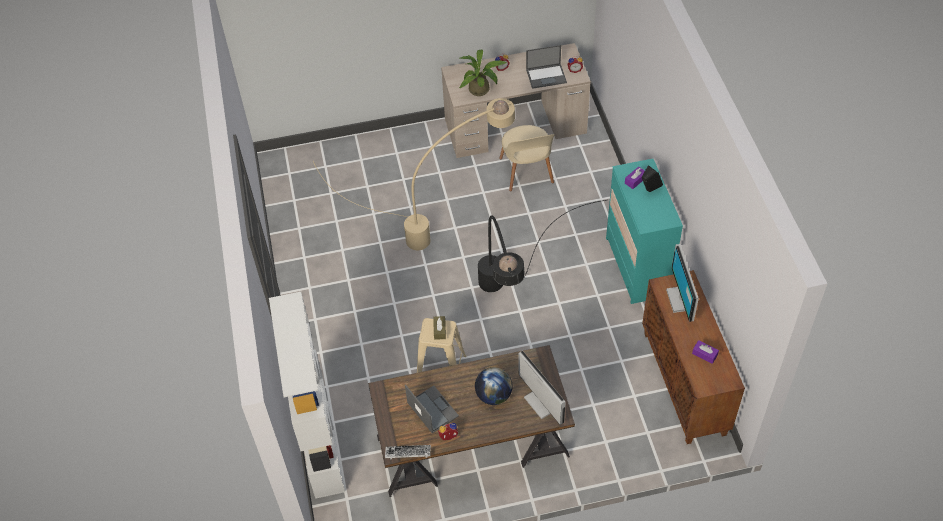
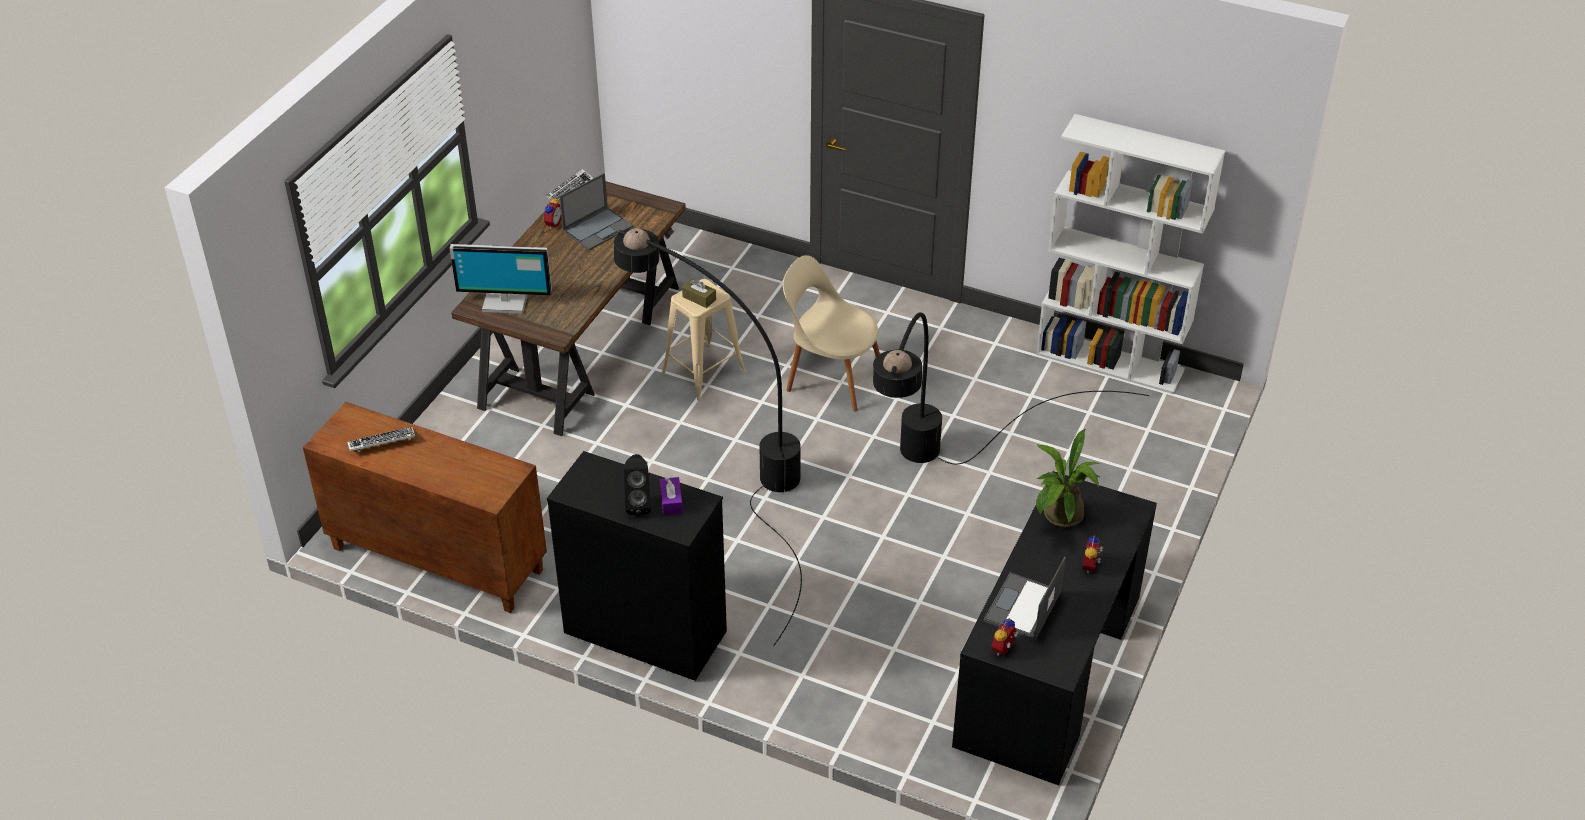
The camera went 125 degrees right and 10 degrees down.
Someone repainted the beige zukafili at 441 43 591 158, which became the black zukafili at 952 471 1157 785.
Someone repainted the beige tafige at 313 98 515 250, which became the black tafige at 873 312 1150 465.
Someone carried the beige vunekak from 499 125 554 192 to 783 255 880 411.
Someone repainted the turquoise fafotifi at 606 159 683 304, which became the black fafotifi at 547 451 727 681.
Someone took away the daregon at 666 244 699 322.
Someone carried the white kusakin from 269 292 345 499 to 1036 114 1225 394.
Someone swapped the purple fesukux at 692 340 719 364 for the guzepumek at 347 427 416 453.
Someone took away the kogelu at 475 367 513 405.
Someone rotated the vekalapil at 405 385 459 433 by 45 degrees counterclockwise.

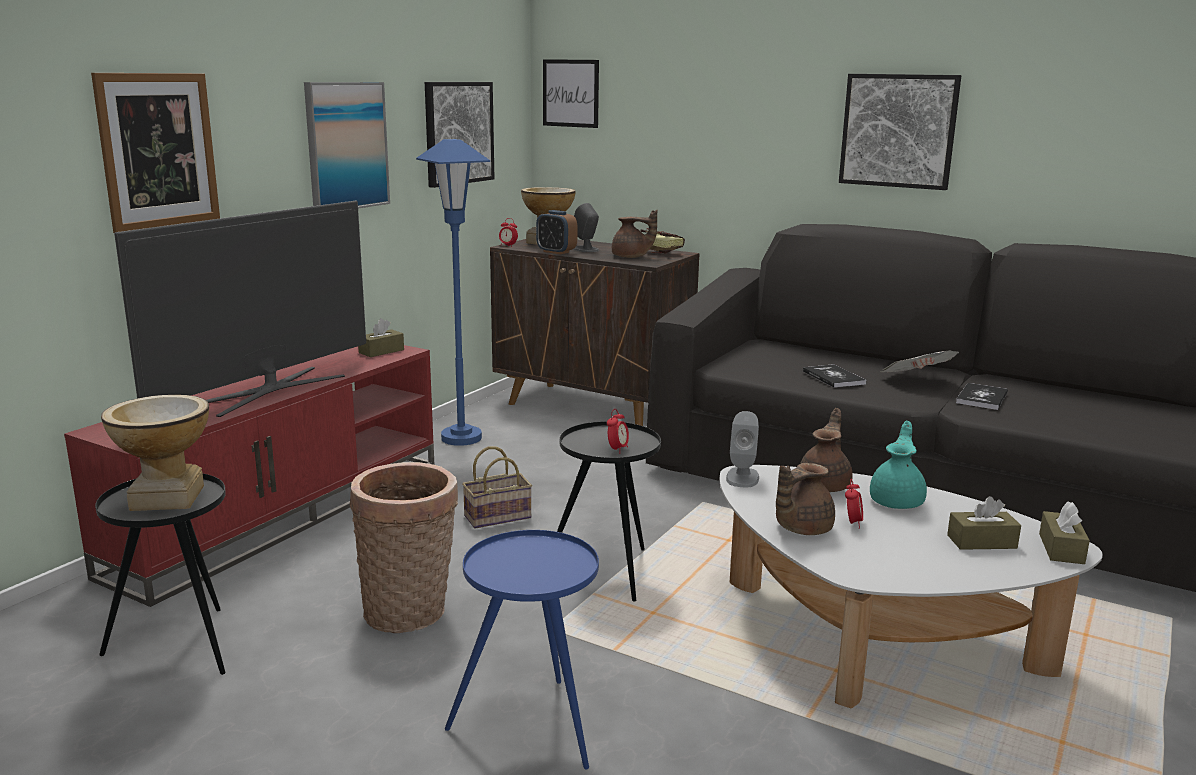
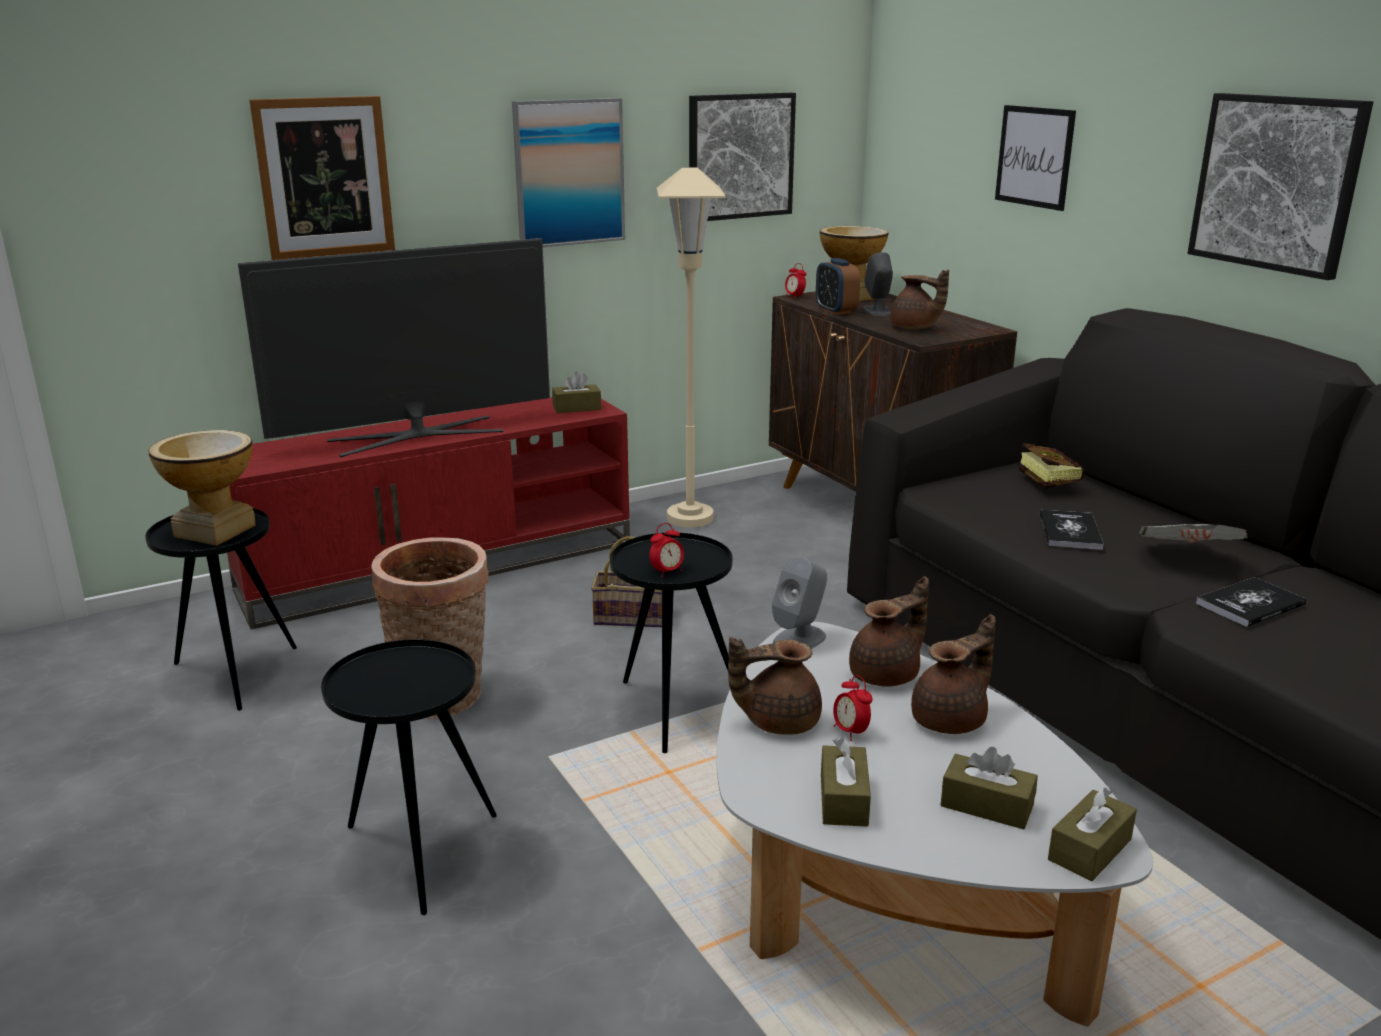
The camera went 30 degrees right and 5 degrees up.
Someone carried the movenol from 543 59 599 128 to 995 105 1076 211.
Someone repainted the blue tafige at 416 139 490 446, which became the beige tafige at 657 168 726 527.
Someone carried the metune from 641 228 685 254 to 1019 443 1085 489.
Someone repainted the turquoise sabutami at 870 421 927 509, which became the brown sabutami at 911 614 996 734.
Someone rotated the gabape at 845 479 863 528 by 105 degrees clockwise.
Someone repainted the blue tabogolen at 445 530 599 770, which became the black tabogolen at 321 639 497 915.
Someone put down the brown fesukux at 821 738 871 827.

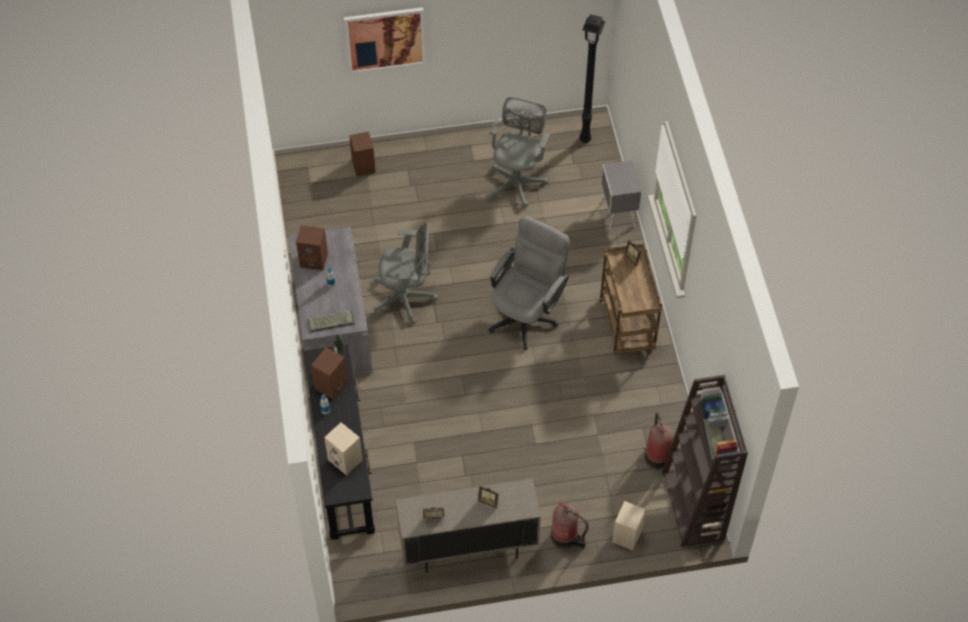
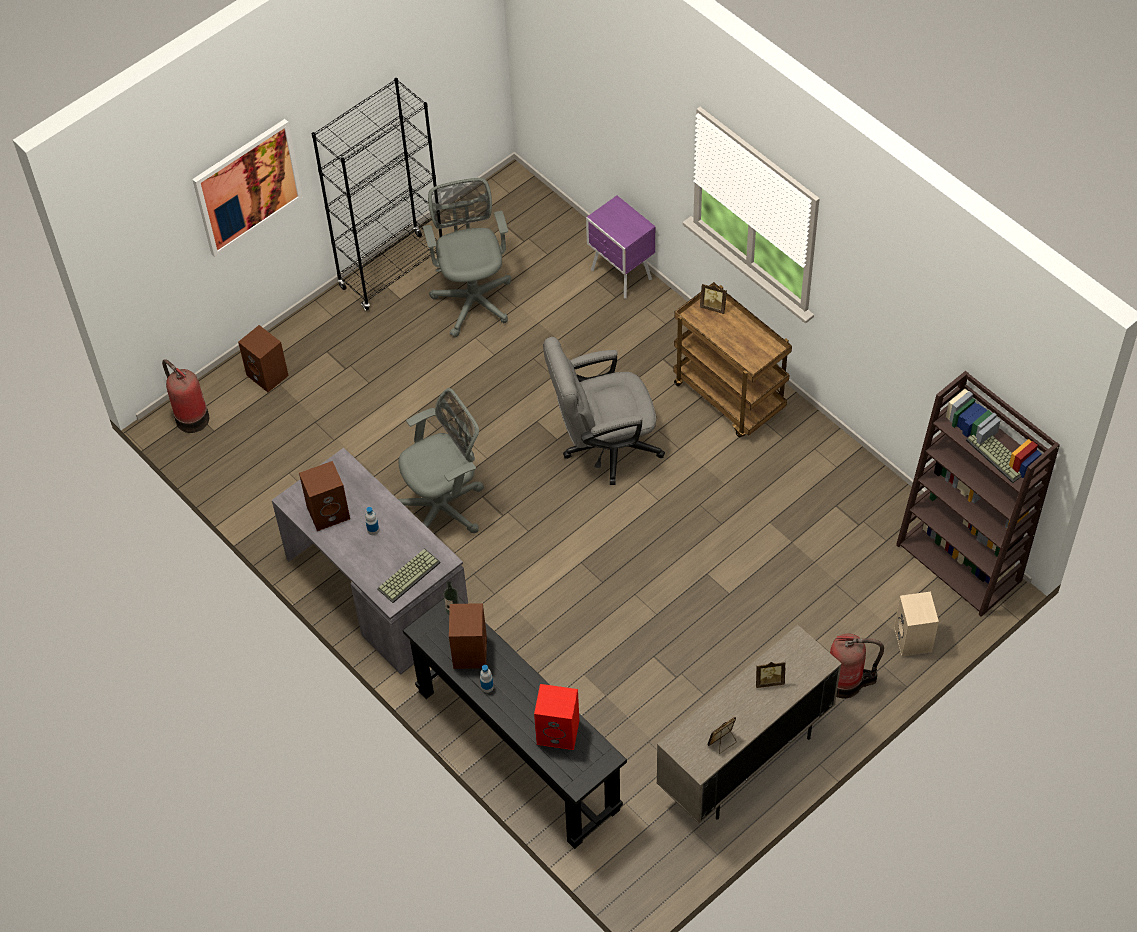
The camera went 30 degrees left and 0 degrees up.
Someone took away the black tafige at 579 14 606 143.
Someone repainted the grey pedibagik at 601 160 641 231, which became the purple pedibagik at 586 195 656 299.
Someone rotated the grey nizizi at 489 216 570 350 by 105 degrees counterclockwise.
Someone carried the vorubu from 645 412 674 470 to 162 359 209 433.
Someone repainted the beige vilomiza at 324 422 363 475, which became the red vilomiza at 534 684 580 750.
Someone put down the black kusakin at 312 78 442 310.

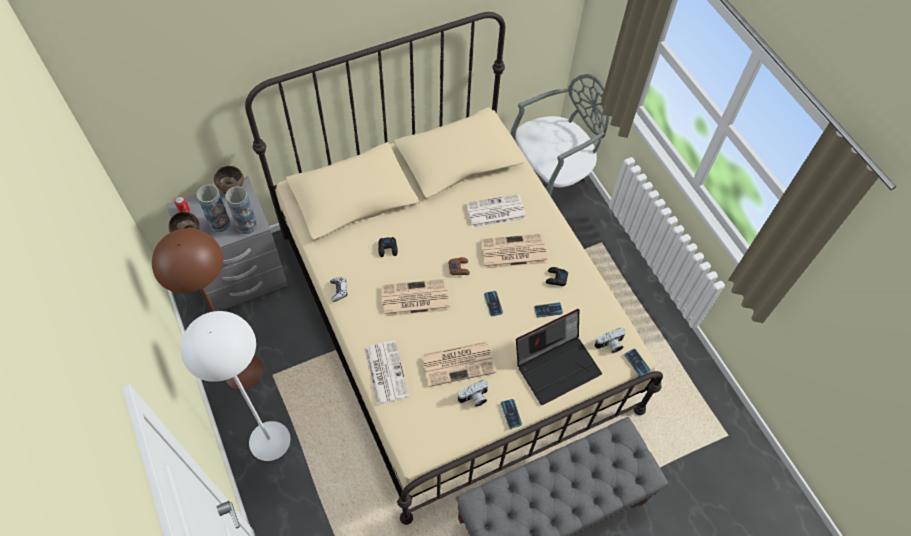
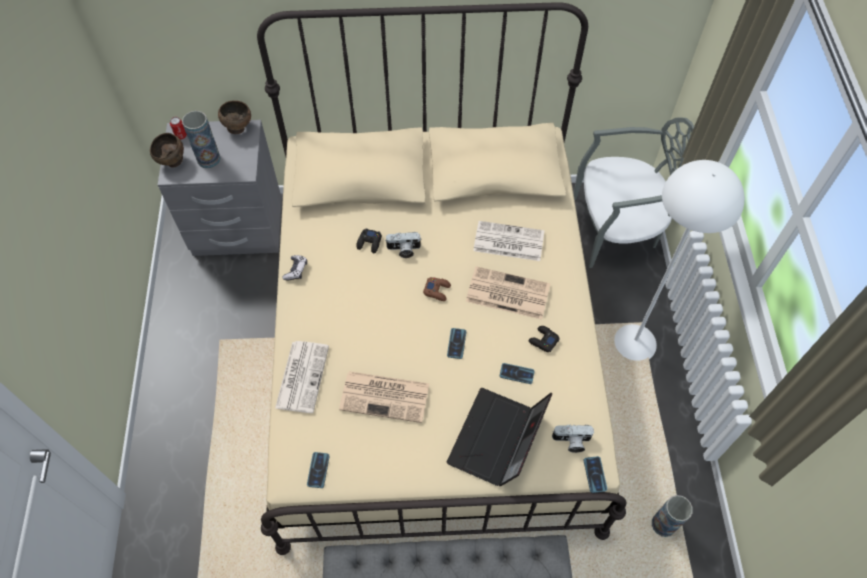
The camera went 25 degrees right and 0 degrees up.
Someone carried the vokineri from 225 186 257 234 to 652 495 693 537.
Someone took away the brown tafige at 152 228 264 390.
Someone took away the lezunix at 381 279 450 317.
Someone rotated the vekalapil at 516 309 602 405 by 120 degrees clockwise.
Someone carried the white tafige from 181 311 291 461 to 614 160 745 361.
Someone carried the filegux from 457 380 488 407 to 386 232 422 258.
Someone carried the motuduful from 501 399 522 429 to 307 452 330 488.

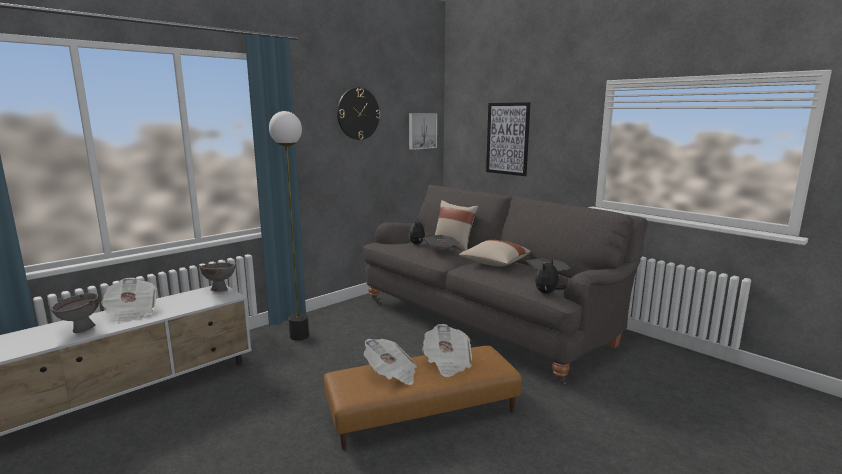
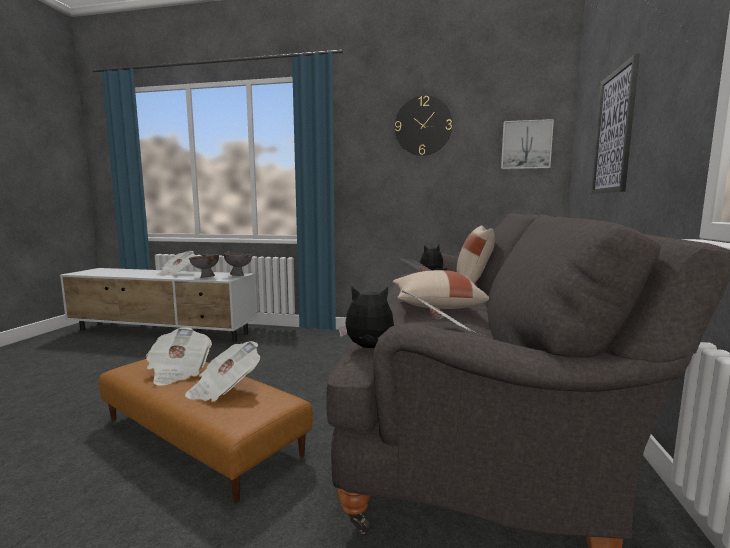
The camera went 55 degrees right and 5 degrees down.
Someone took away the tafige at 269 111 309 341.
Someone carried the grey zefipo from 51 293 99 333 to 189 254 219 278.

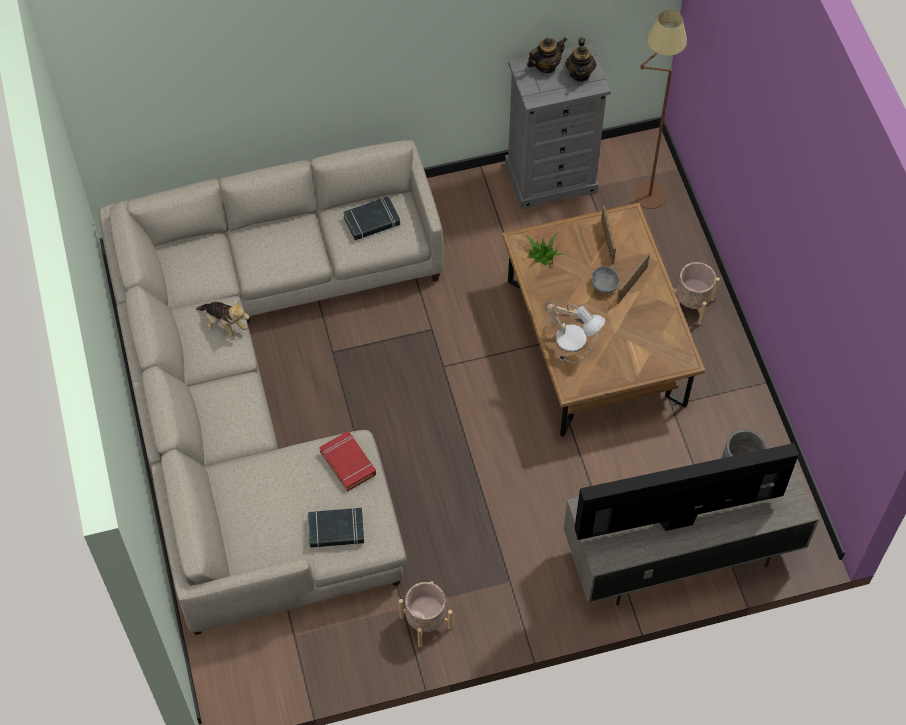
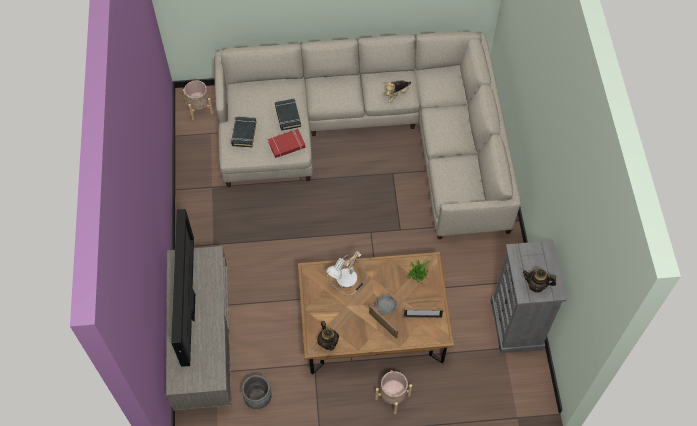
The camera went 100 degrees right and 0 degrees up.
Someone took away the brown tafige at 633 10 687 209.
Someone carried the sabutami from 527 38 567 73 to 317 321 339 350.
Someone carried the black metune from 343 196 400 240 to 275 98 301 130.
Someone carried the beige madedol from 399 581 452 647 to 183 80 213 120.

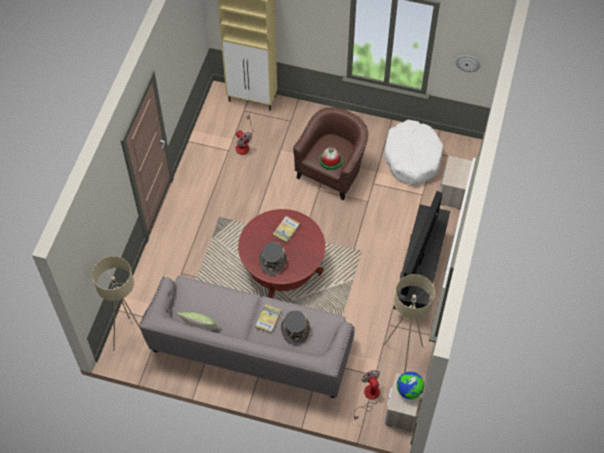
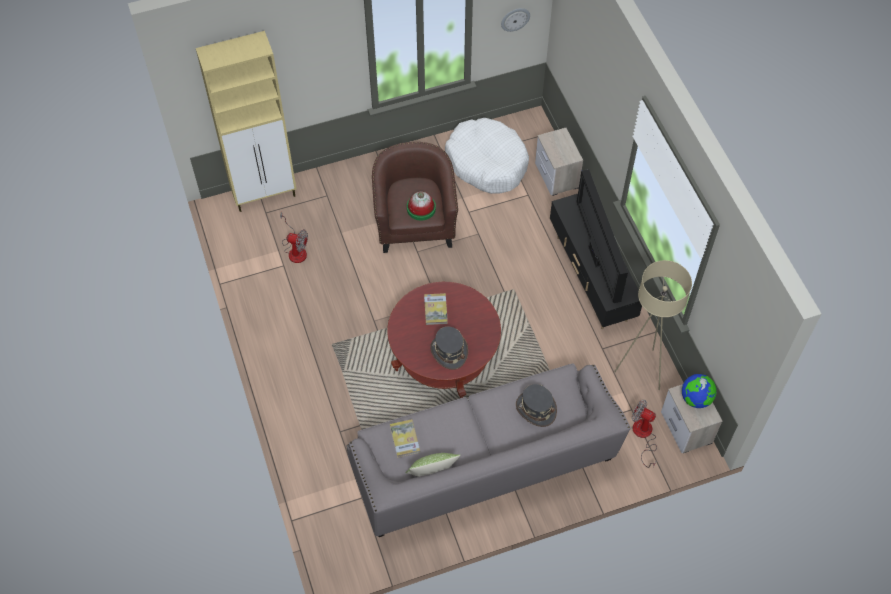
The camera went 35 degrees left and 0 degrees up.
Someone took away the beige tafige at 92 256 139 351.
Someone carried the metune from 255 304 281 334 to 390 419 420 458.

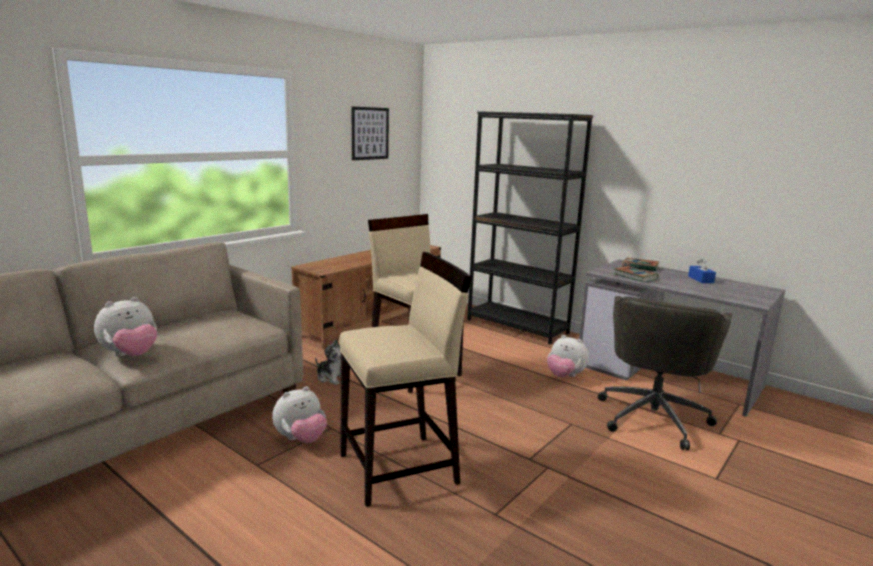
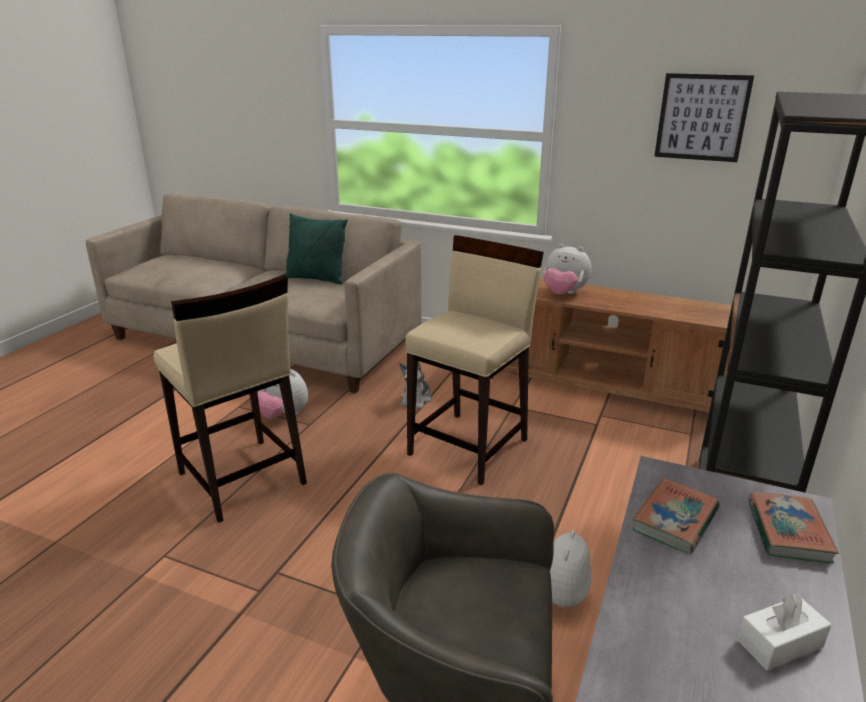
The camera went 75 degrees right and 10 degrees up.
Someone repainted the blue fesukux at 688 258 716 283, which became the white fesukux at 737 593 832 671.
Someone carried the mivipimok from 94 297 157 356 to 543 244 591 295.
Someone put down the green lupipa at 284 213 348 284.

